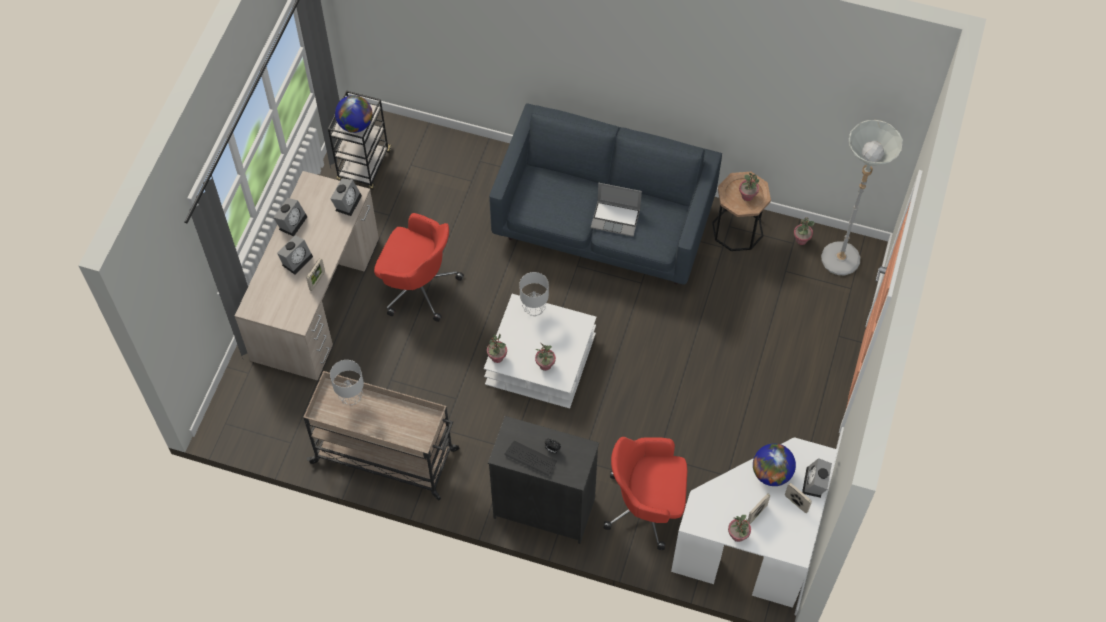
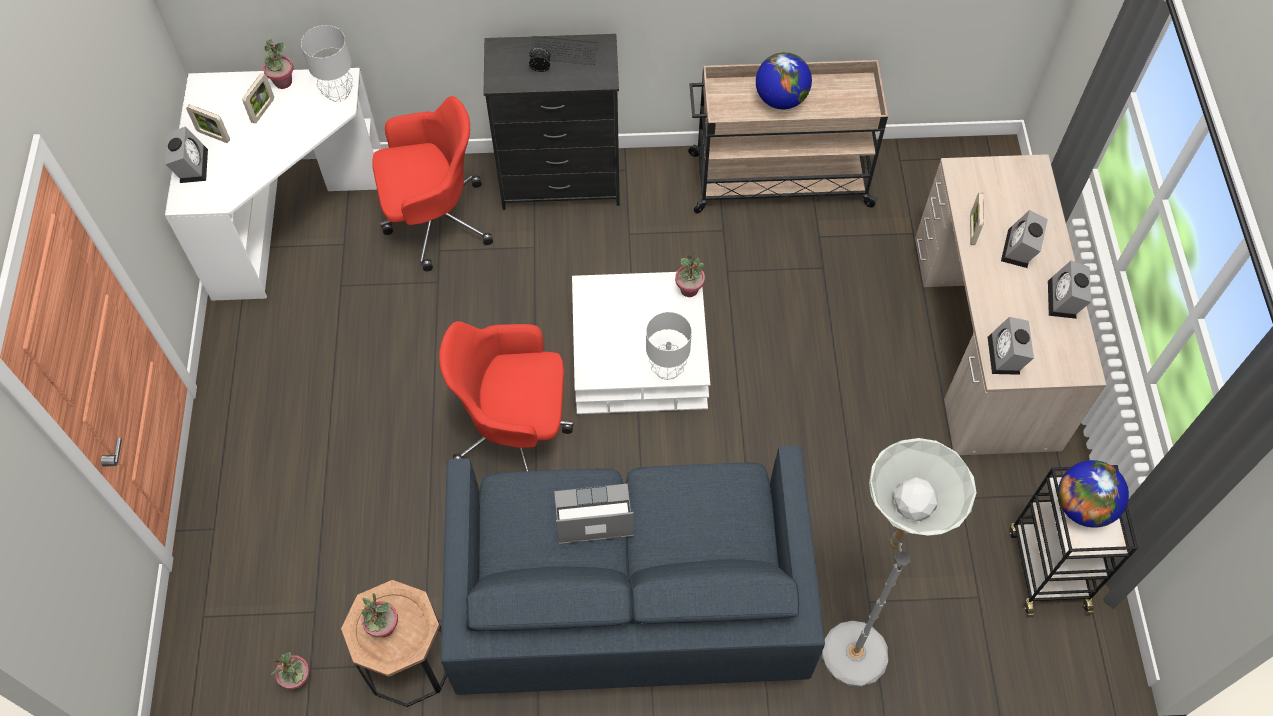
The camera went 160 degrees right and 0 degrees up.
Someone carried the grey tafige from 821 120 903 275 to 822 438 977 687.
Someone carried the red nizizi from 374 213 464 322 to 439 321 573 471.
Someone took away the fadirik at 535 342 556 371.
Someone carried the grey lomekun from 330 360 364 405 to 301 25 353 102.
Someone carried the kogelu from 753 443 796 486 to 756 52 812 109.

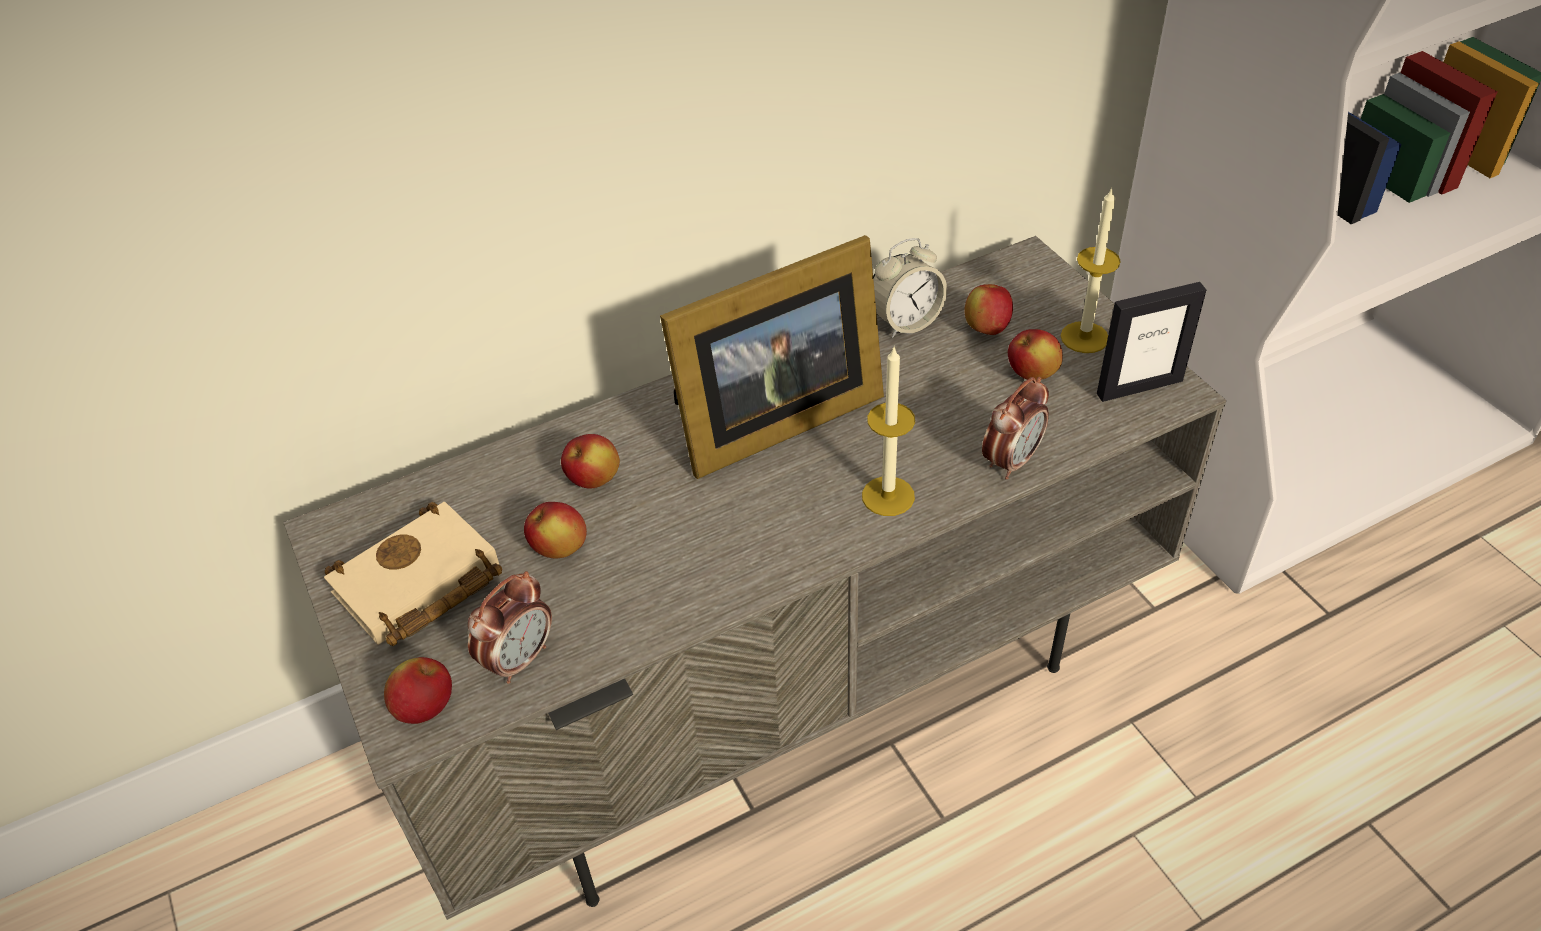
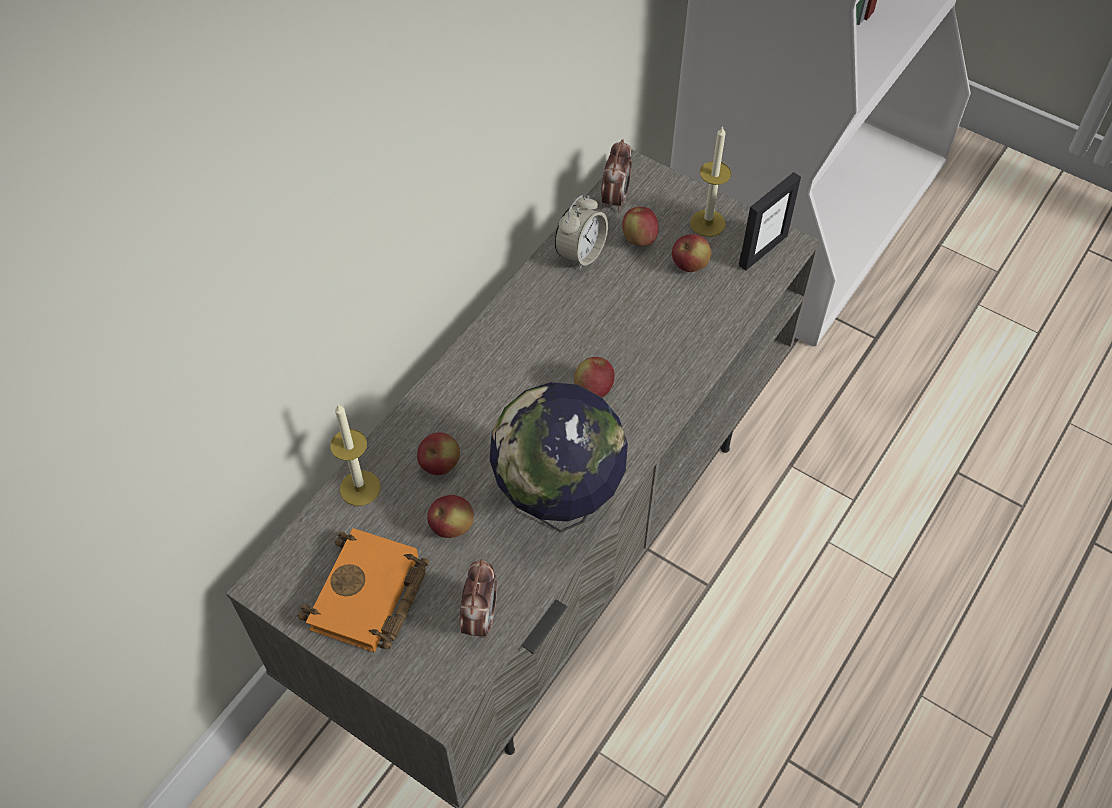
The camera went 30 degrees left and 10 degrees up.
Someone took away the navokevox at 660 235 884 479.
Someone carried the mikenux from 862 346 915 516 to 330 404 380 506.
Someone carried the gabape from 982 377 1049 480 to 601 139 632 212.
Someone repainted the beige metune at 324 502 502 646, which became the orange metune at 298 528 429 652.
Someone carried the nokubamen from 384 657 452 724 to 574 357 615 397.
Someone put down the kogelu at 490 382 628 533.

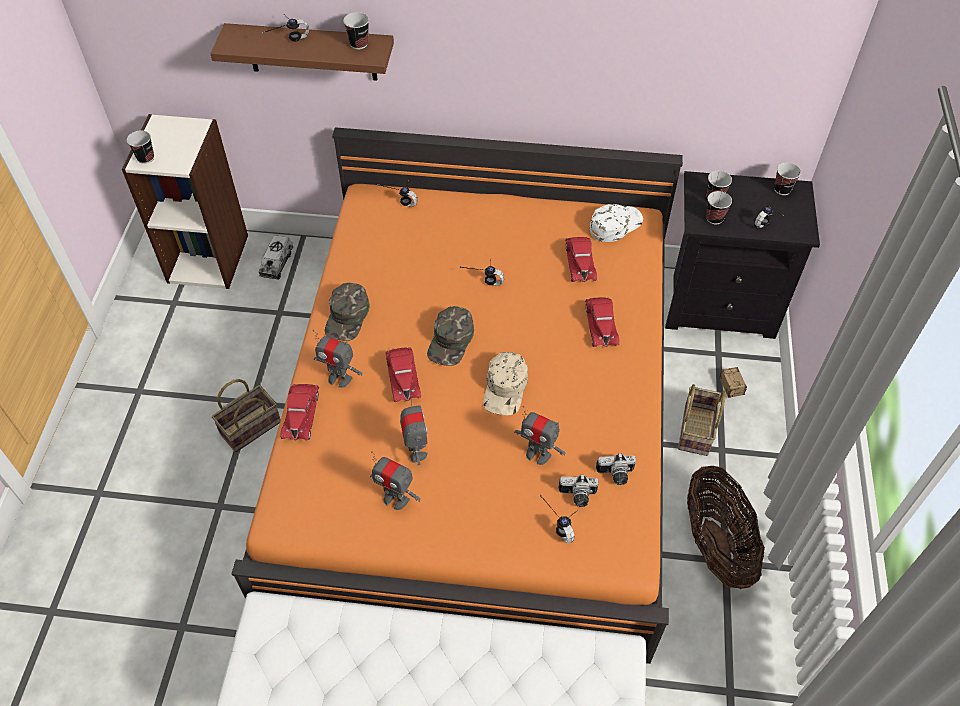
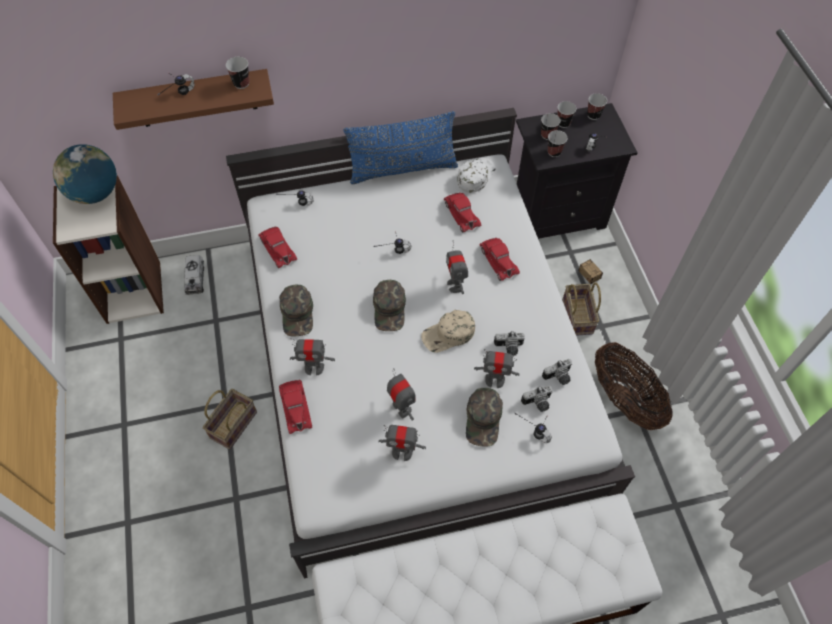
The camera went 20 degrees left and 5 degrees up.
Someone repainted the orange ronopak at 232 127 683 664, which became the white ronopak at 226 108 635 579.
Someone carried the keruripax from 127 130 154 164 to 557 101 577 128.
Someone carried the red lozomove from 385 347 421 402 to 258 227 297 268.
Someone rotated the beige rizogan at 483 352 528 415 by 75 degrees clockwise.
Someone put down the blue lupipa at 344 111 458 184.
Someone put down the kogelu at 53 144 117 204.
Someone put down the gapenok at 446 240 468 294.
Someone put down the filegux at 494 331 525 356.
Someone put down the green rizogan at 466 388 503 447.

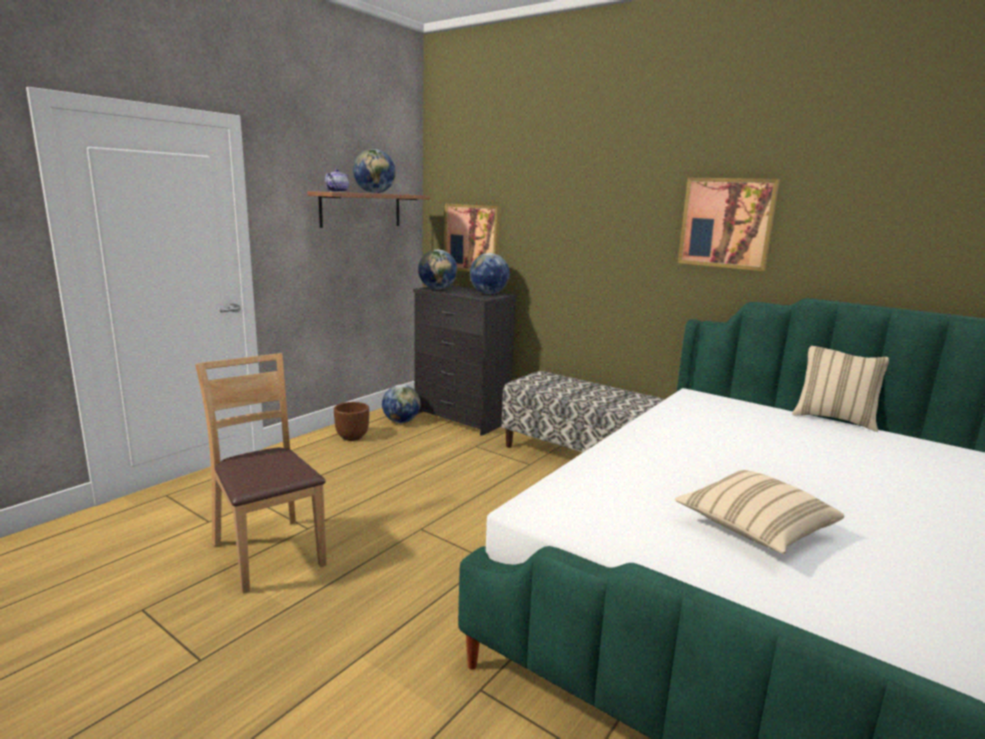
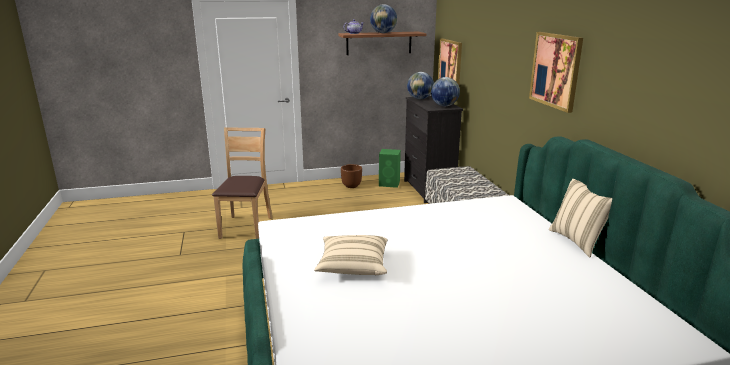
The camera went 40 degrees right and 5 degrees up.
Someone swapped the kogelu at 382 384 420 423 for the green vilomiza at 379 149 401 188.

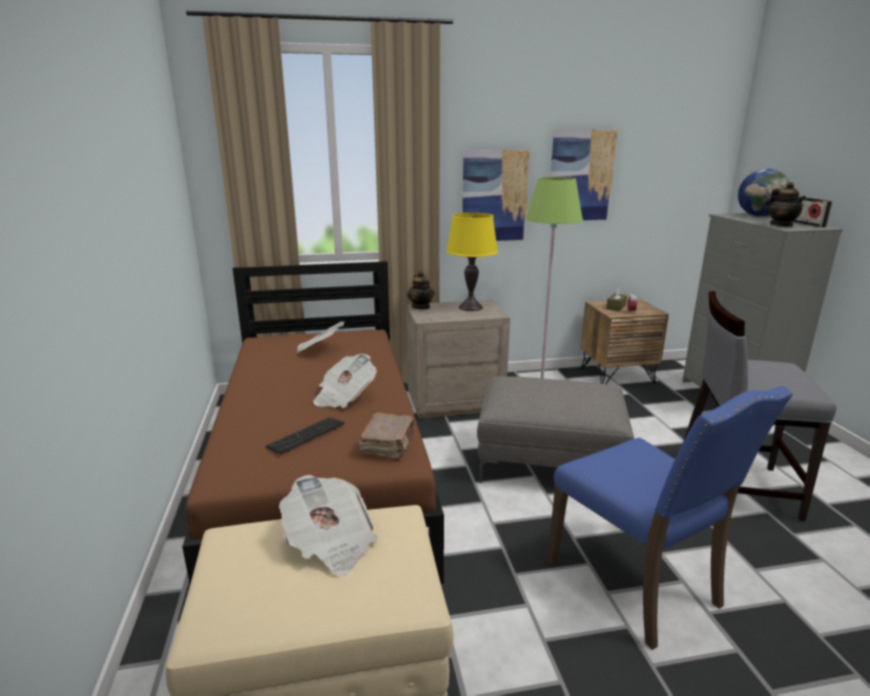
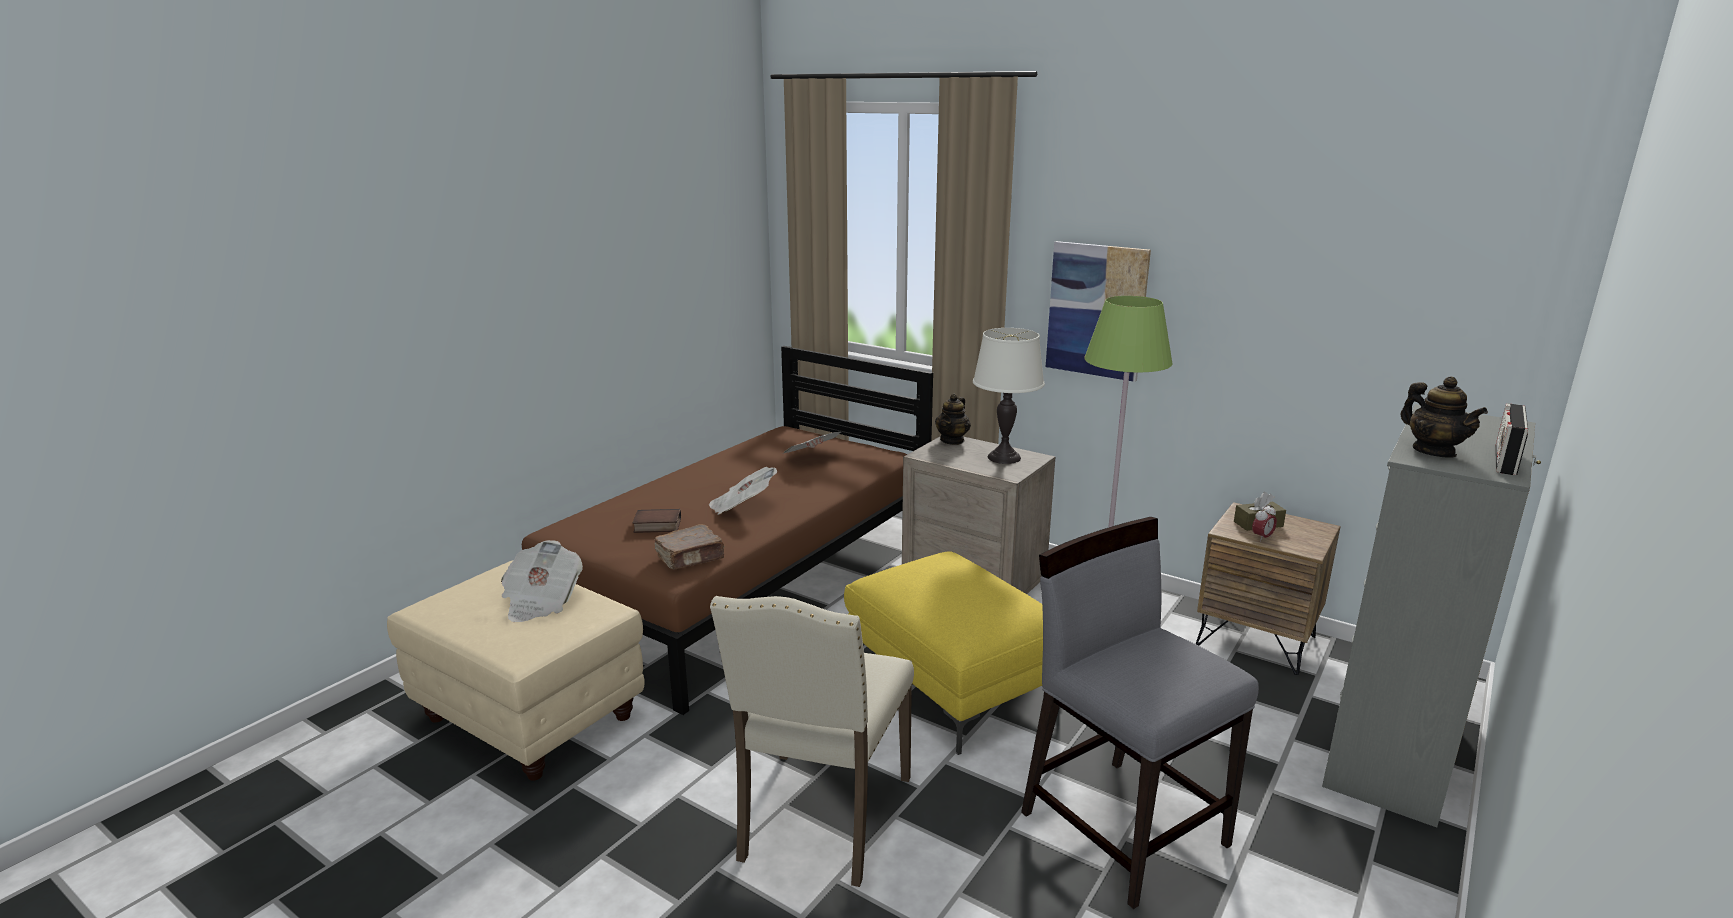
The camera went 45 degrees right and 0 degrees up.
Someone took away the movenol at 550 130 618 220.
Someone took away the kogelu at 738 169 790 216.
Someone rotated the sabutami at 768 182 806 227 by 60 degrees counterclockwise.
Someone repainted the yellow lomekun at 446 212 498 311, which became the white lomekun at 973 328 1045 464.
Someone repainted the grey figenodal at 477 376 634 483, which became the yellow figenodal at 844 552 1061 755.
Someone repainted the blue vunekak at 547 386 793 650, which became the beige vunekak at 710 596 914 887.
Someone swapped the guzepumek at 265 417 345 454 for the metune at 633 509 681 533.

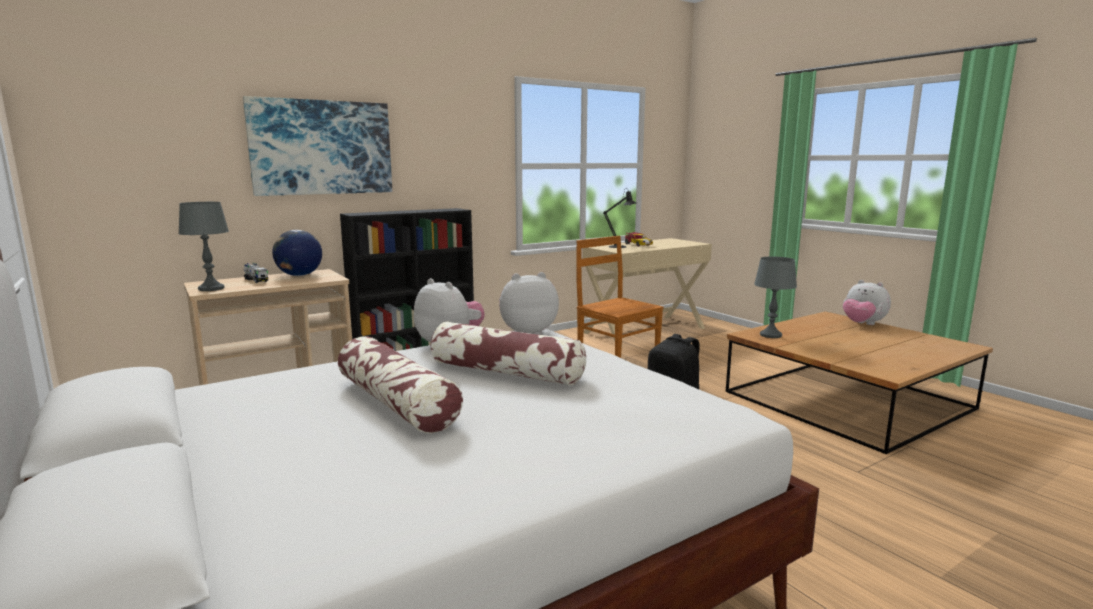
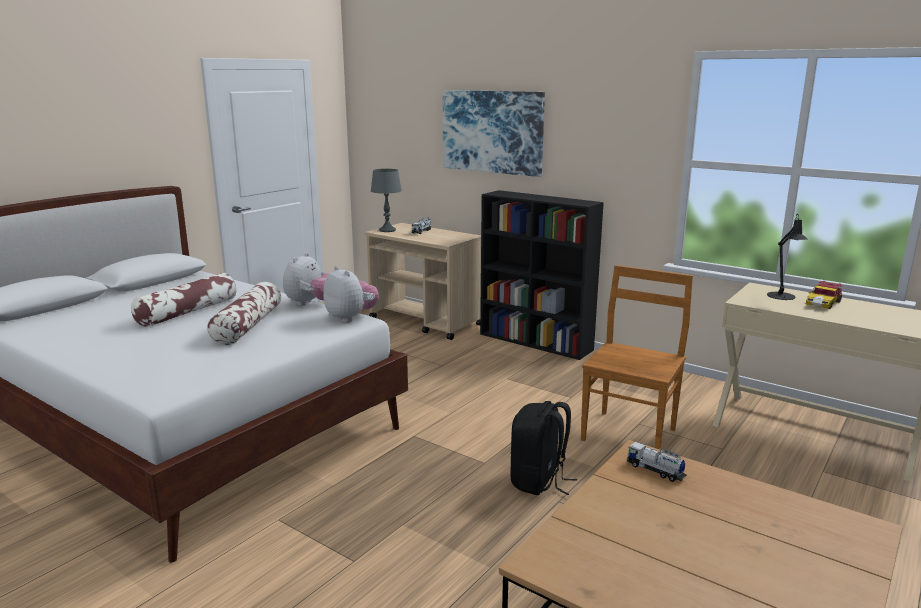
The camera went 70 degrees right and 5 degrees up.
Someone took away the kogelu at 272 230 322 276.
Someone swapped the grey lomekun at 754 257 797 338 for the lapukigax at 627 442 687 482.
Someone took away the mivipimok at 843 280 891 325.

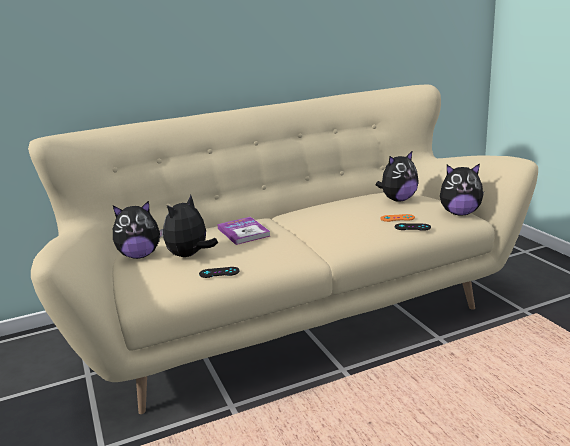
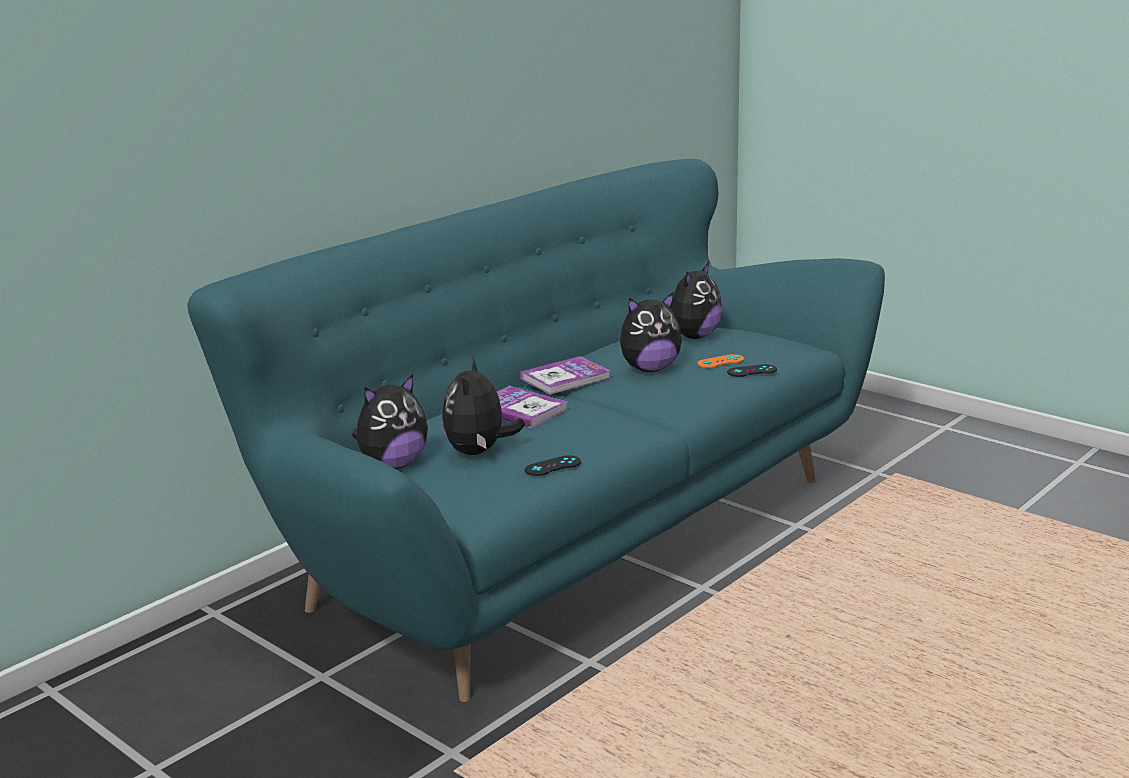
The camera went 25 degrees left and 0 degrees up.
Someone repainted the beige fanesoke at 28 85 538 414, which became the turquoise fanesoke at 187 159 885 702.
Someone carried the mivipimok from 440 163 484 216 to 620 292 682 372.
Someone put down the metune at 520 356 611 395.

